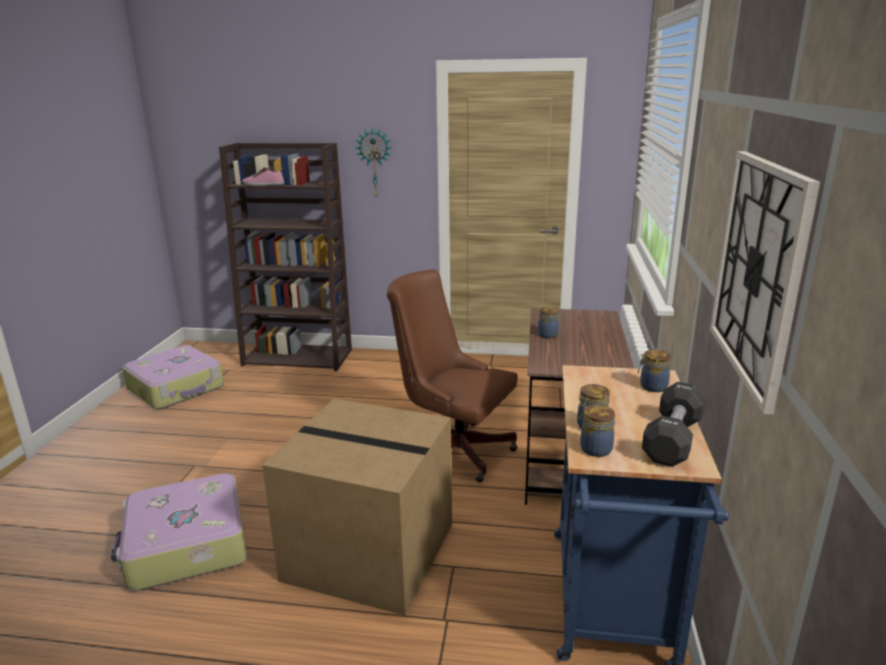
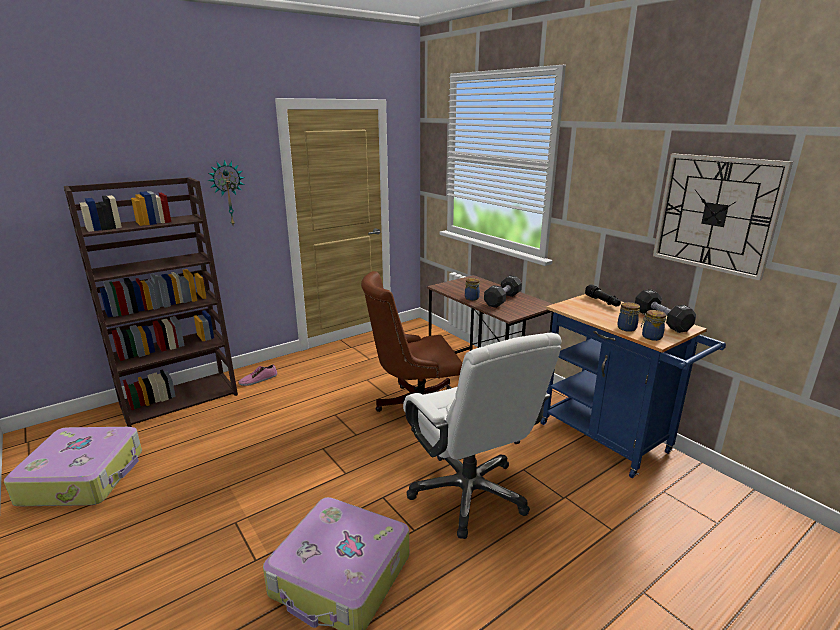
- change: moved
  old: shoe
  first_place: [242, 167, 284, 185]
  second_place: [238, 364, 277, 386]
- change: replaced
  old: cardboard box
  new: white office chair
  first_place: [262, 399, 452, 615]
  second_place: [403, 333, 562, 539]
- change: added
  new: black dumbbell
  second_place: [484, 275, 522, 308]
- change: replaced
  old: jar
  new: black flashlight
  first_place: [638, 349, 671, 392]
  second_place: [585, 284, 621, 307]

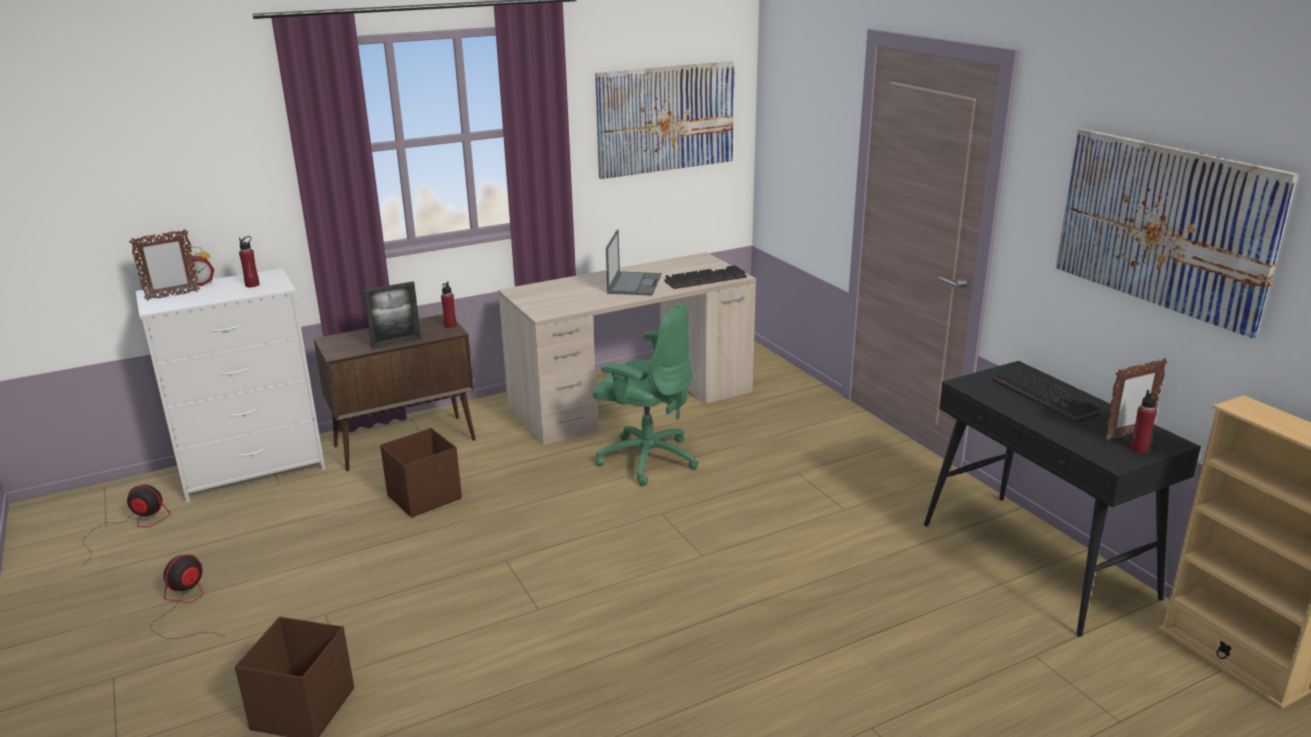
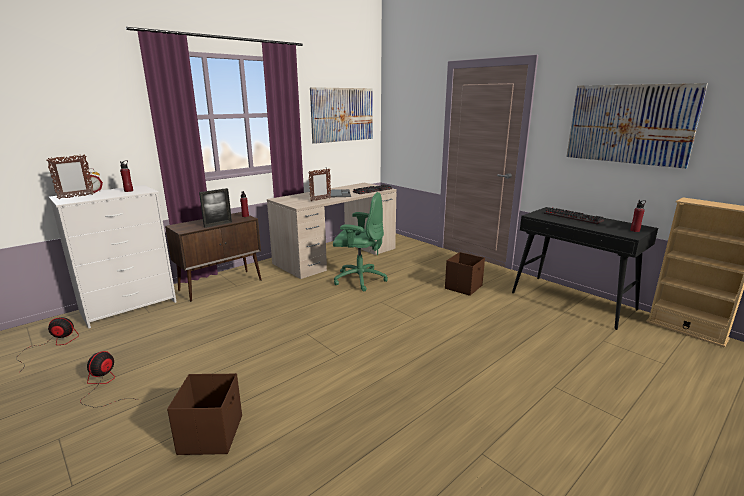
- change: moved
  old: picture frame
  first_place: [1104, 358, 1168, 441]
  second_place: [308, 169, 331, 201]
- change: moved
  old: brown storage box
  first_place: [380, 428, 462, 518]
  second_place: [445, 252, 485, 296]

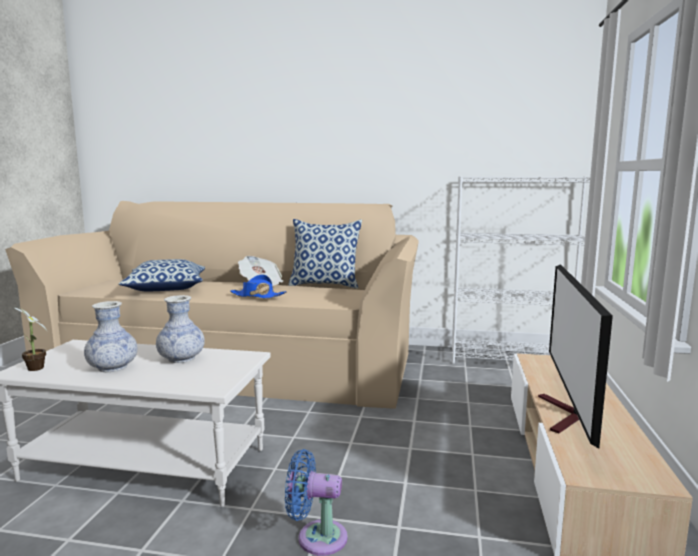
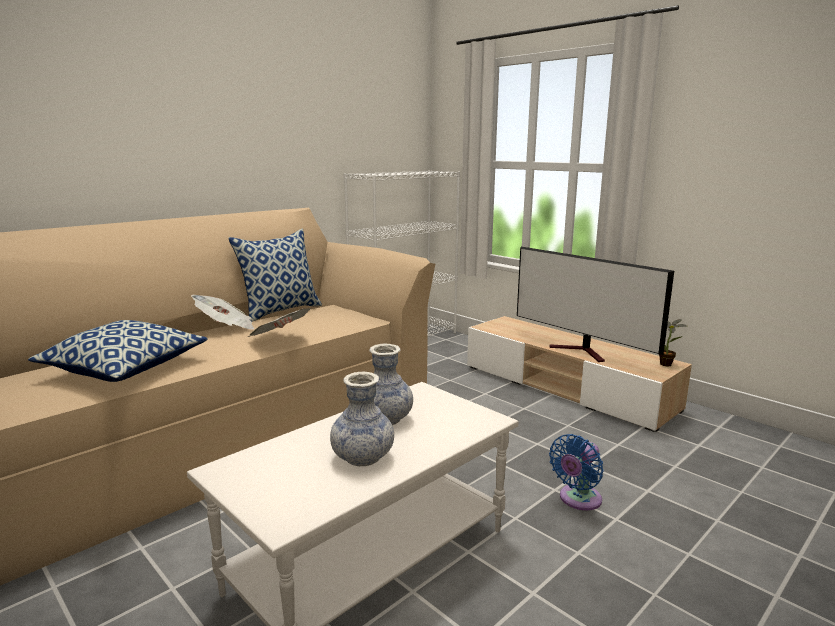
- change: replaced
  old: blue hat
  new: newspaper
  first_place: [230, 275, 287, 299]
  second_place: [247, 308, 311, 337]
- change: moved
  old: potted plant
  first_place: [13, 307, 47, 371]
  second_place: [659, 319, 687, 366]

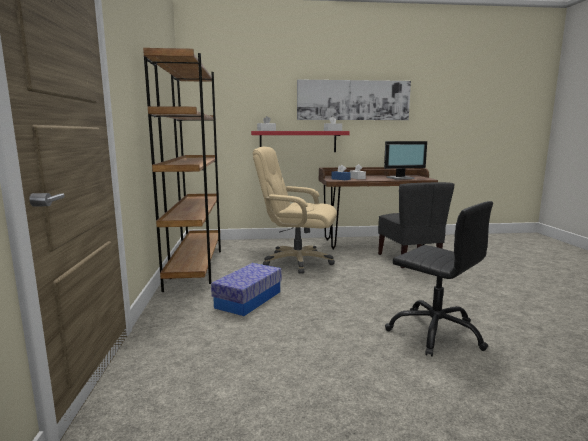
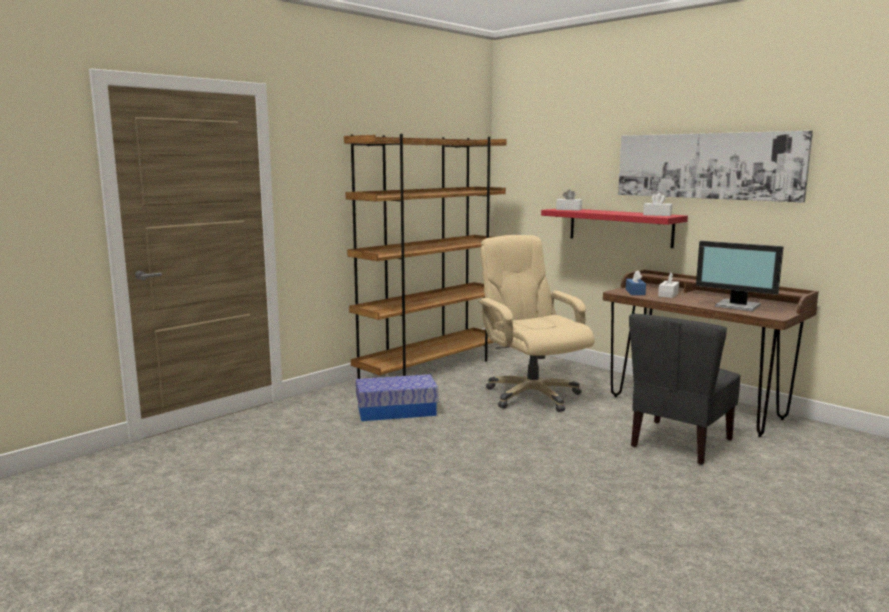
- change: removed
  old: black office chair
  first_place: [385, 201, 493, 357]

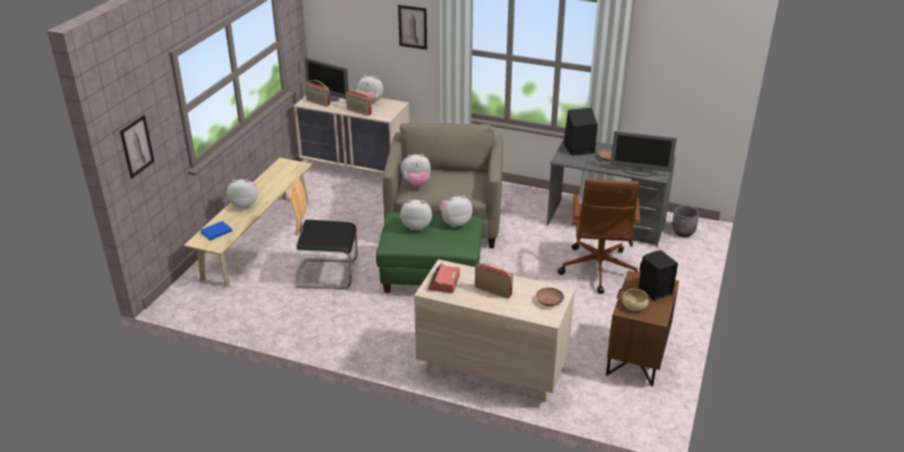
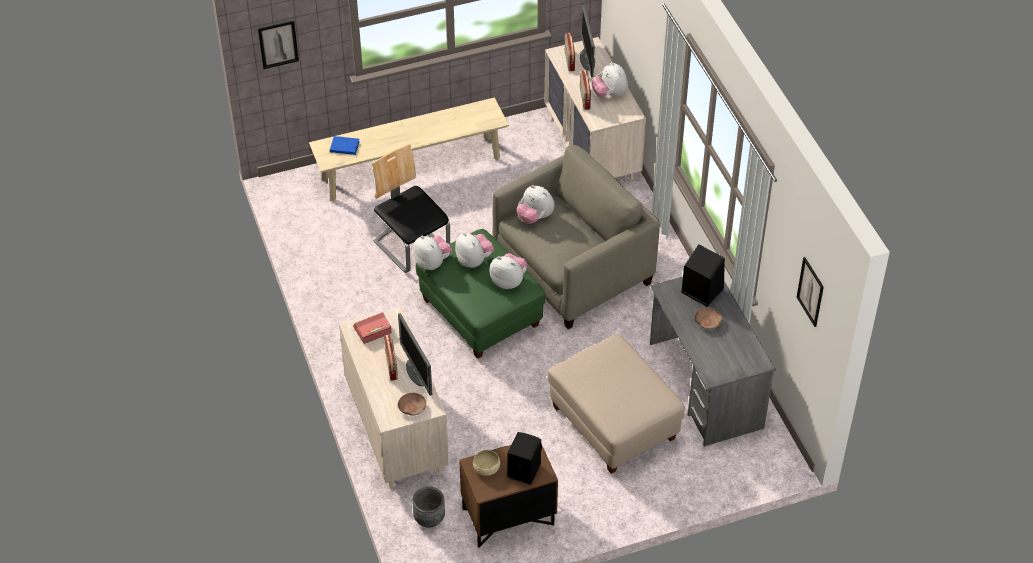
- change: moved
  old: monitor
  first_place: [611, 131, 677, 177]
  second_place: [398, 313, 432, 396]
- change: moved
  old: grey planter
  first_place: [672, 205, 699, 237]
  second_place: [412, 486, 445, 528]
- change: moved
  old: plush toy
  first_place: [227, 179, 258, 209]
  second_place: [413, 235, 452, 270]
- change: replaced
  old: brown office chair
  new: beige ottoman
  first_place: [557, 178, 640, 294]
  second_place: [547, 334, 685, 474]
- change: moved
  old: picture
  first_place: [398, 5, 427, 50]
  second_place: [797, 257, 824, 327]

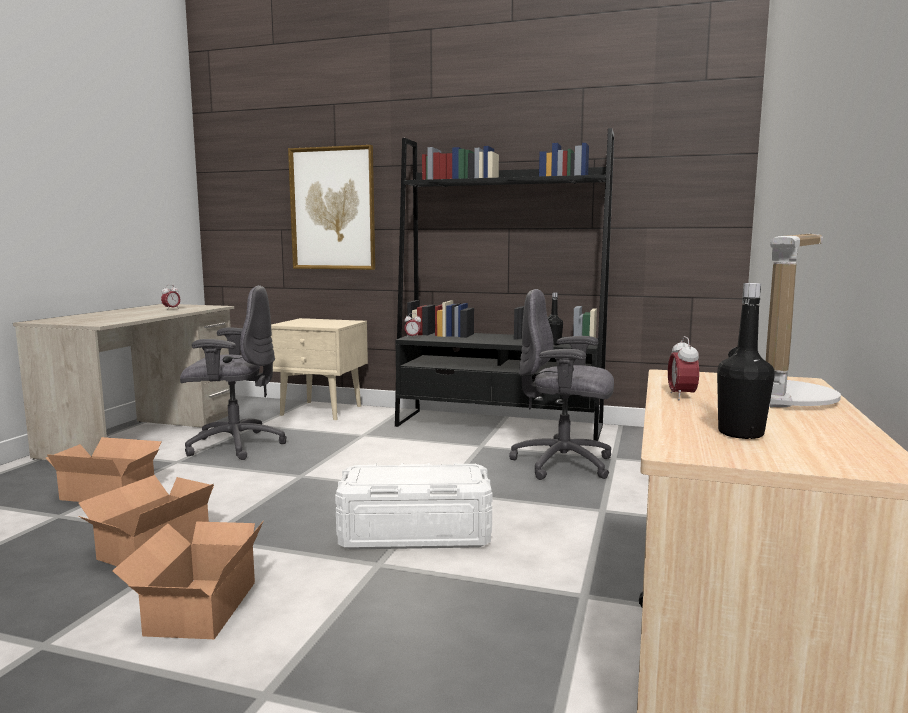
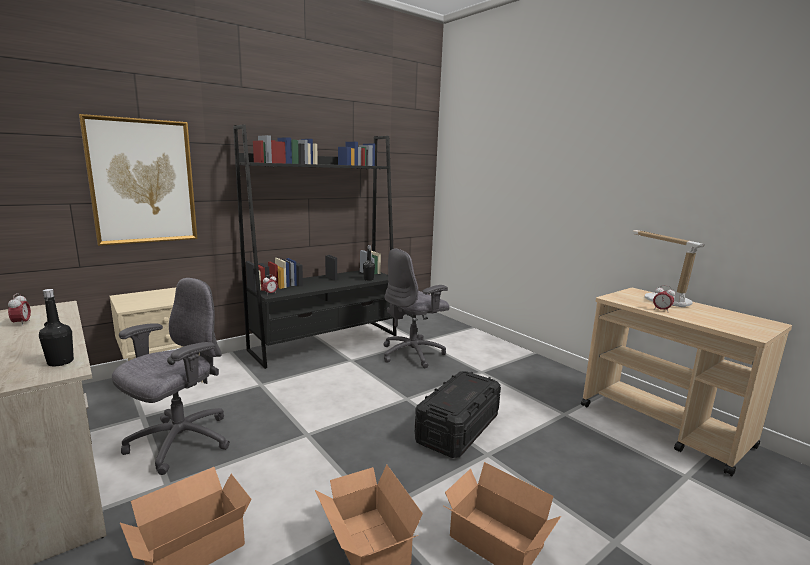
- change: moved
  old: black bottle
  first_place: [717, 283, 775, 439]
  second_place: [39, 289, 74, 366]
- change: recoloured
  old: white storage box
  new: black storage box
  first_place: [335, 463, 492, 550]
  second_place: [415, 371, 501, 458]

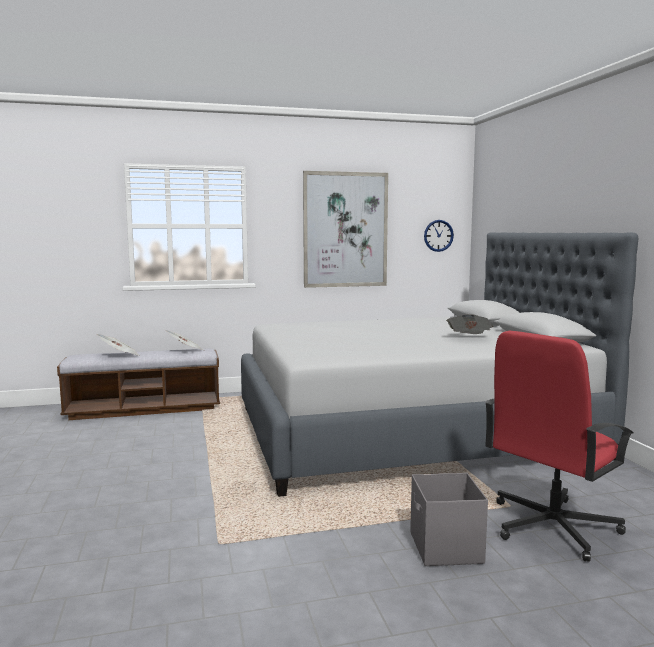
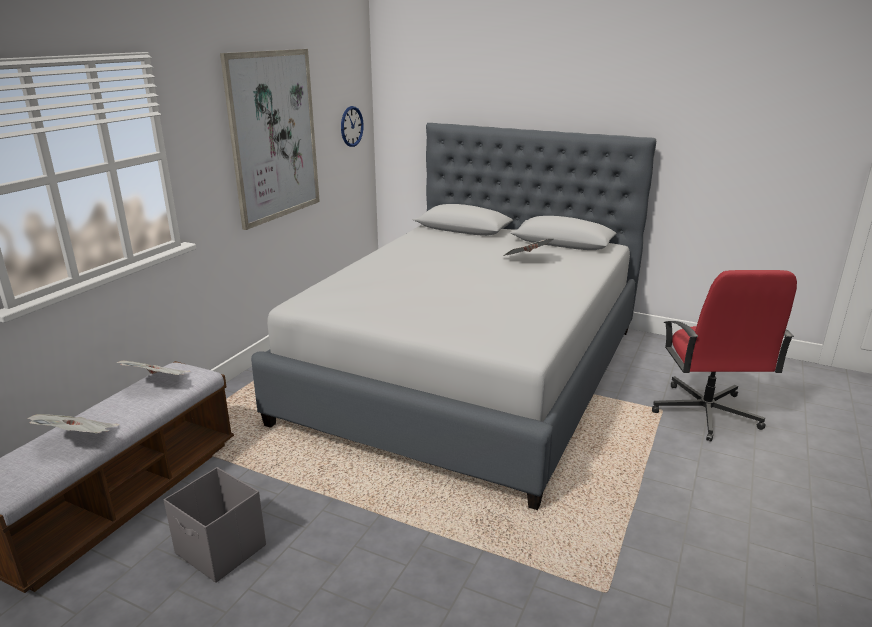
- change: moved
  old: grey storage box
  first_place: [410, 473, 488, 566]
  second_place: [164, 467, 266, 583]

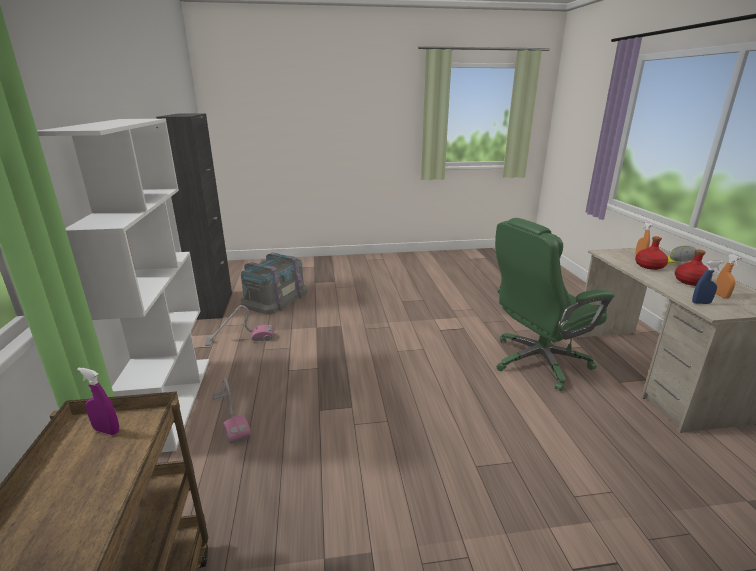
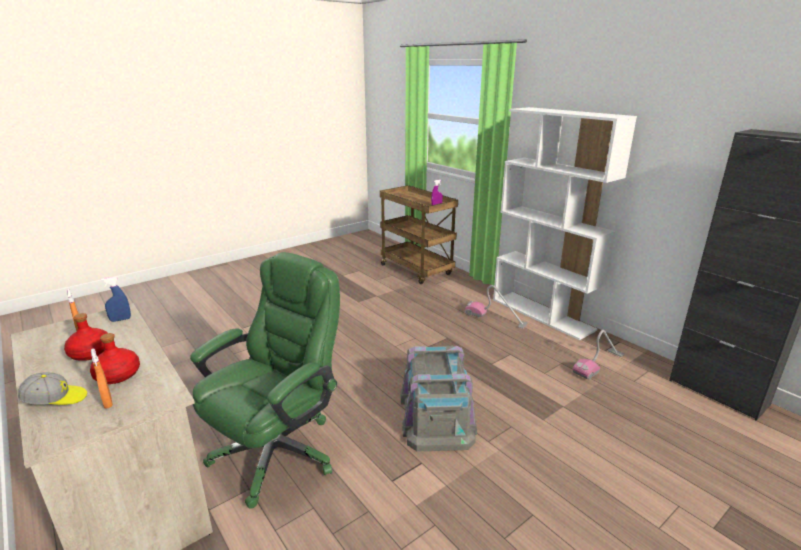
- change: moved
  old: grey storage box
  first_place: [241, 252, 308, 314]
  second_place: [401, 346, 477, 451]

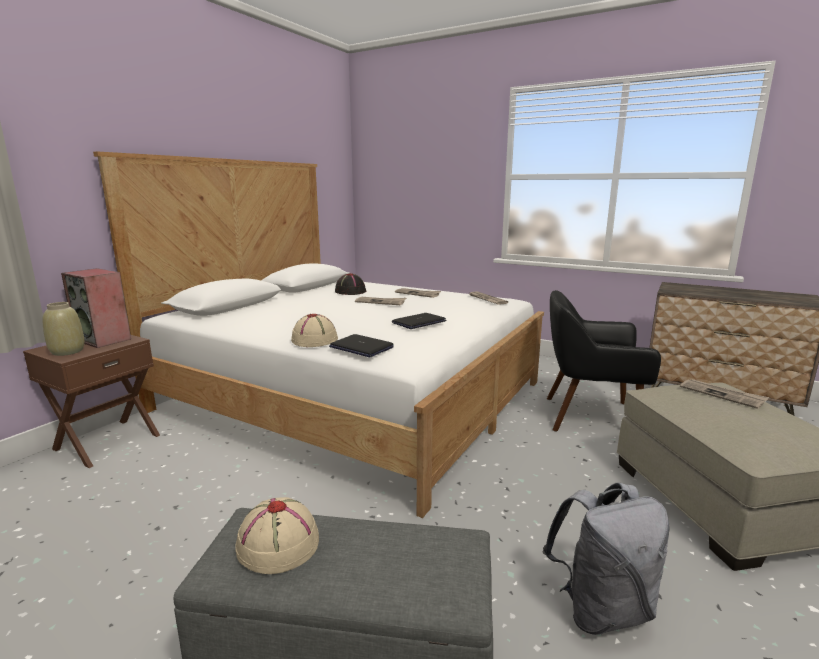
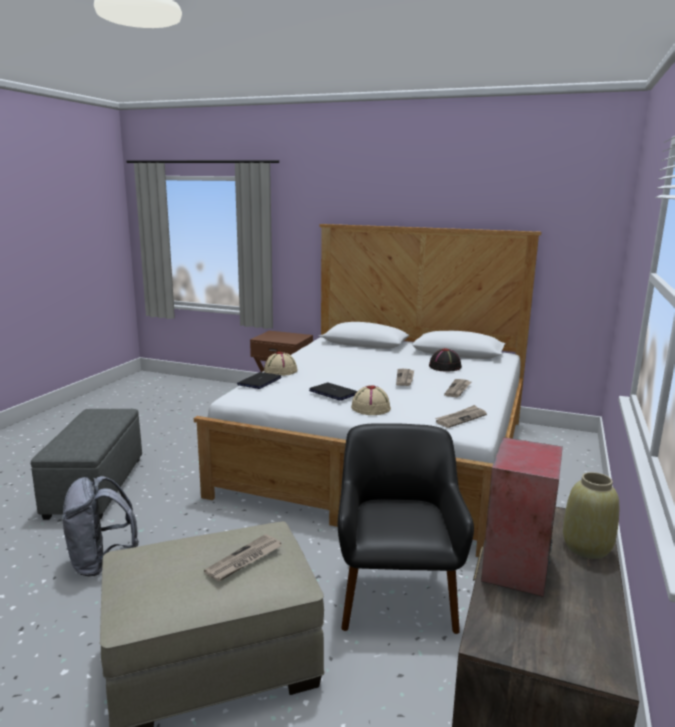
- change: moved
  old: beige hat
  first_place: [235, 497, 319, 574]
  second_place: [351, 385, 391, 415]
- change: moved
  old: speaker
  first_place: [61, 268, 131, 348]
  second_place: [481, 437, 563, 597]
- change: moved
  old: beige vase
  first_place: [43, 302, 85, 356]
  second_place: [563, 472, 619, 559]

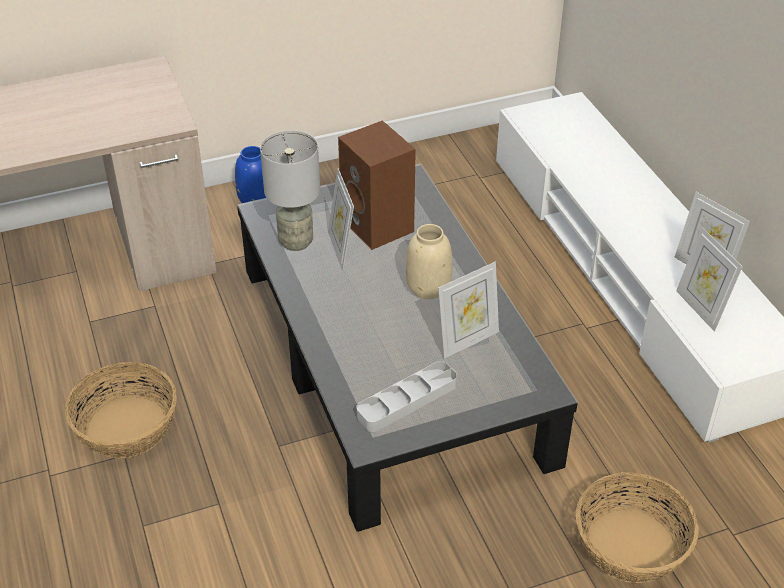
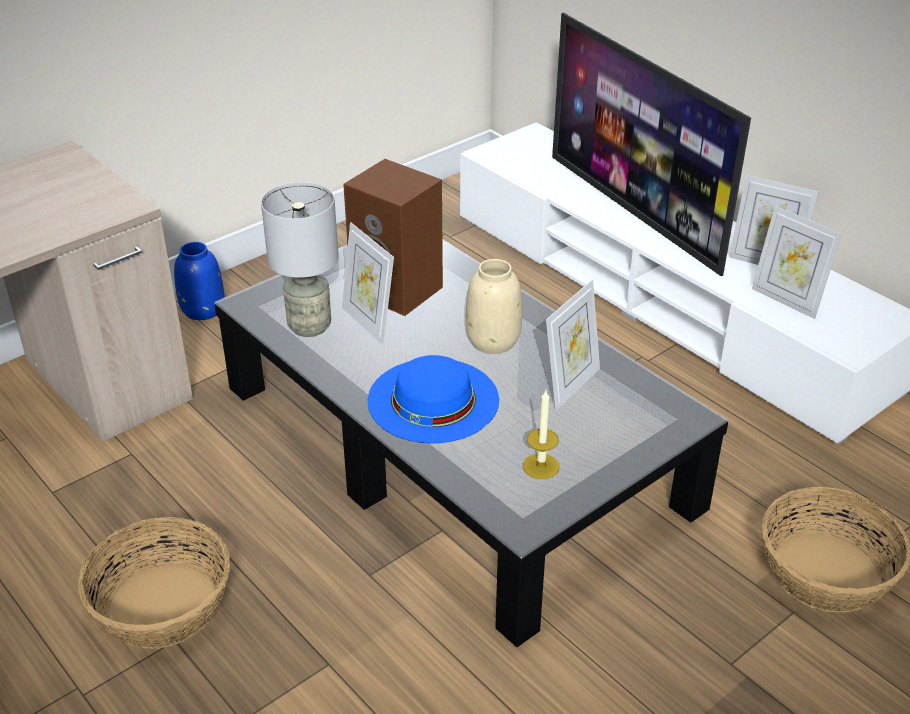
- change: added
  new: blue hat
  second_place: [368, 355, 499, 443]
- change: replaced
  old: grey tray
  new: candle
  first_place: [356, 361, 457, 432]
  second_place: [523, 391, 560, 479]
- change: added
  new: television
  second_place: [552, 12, 751, 276]

